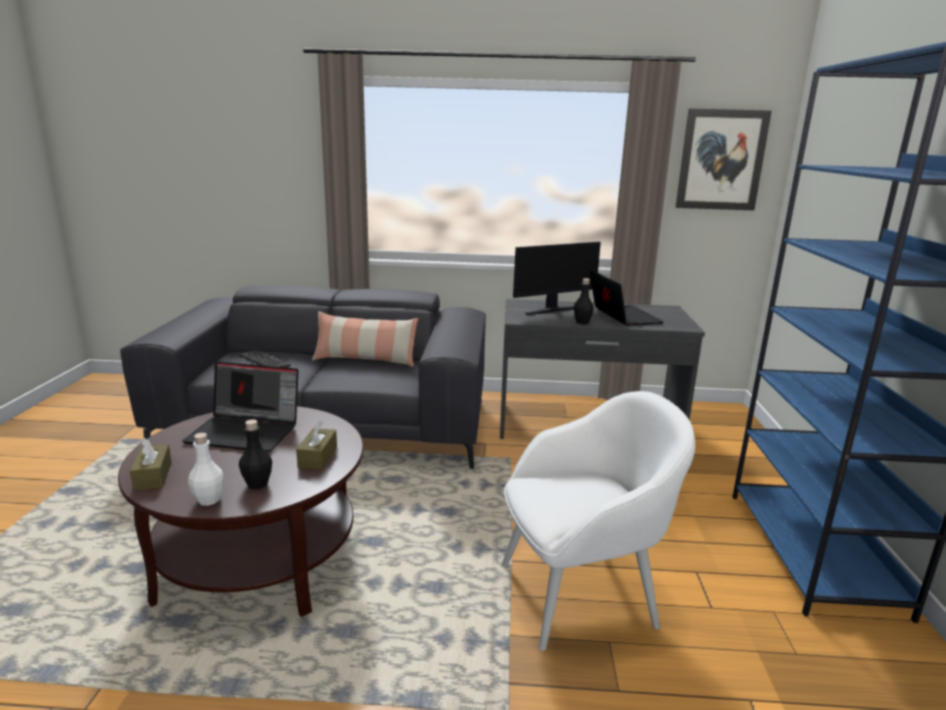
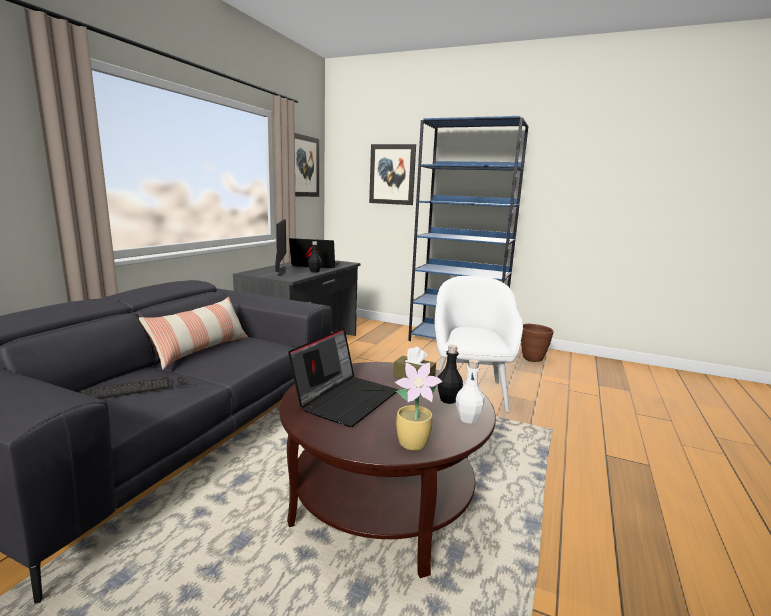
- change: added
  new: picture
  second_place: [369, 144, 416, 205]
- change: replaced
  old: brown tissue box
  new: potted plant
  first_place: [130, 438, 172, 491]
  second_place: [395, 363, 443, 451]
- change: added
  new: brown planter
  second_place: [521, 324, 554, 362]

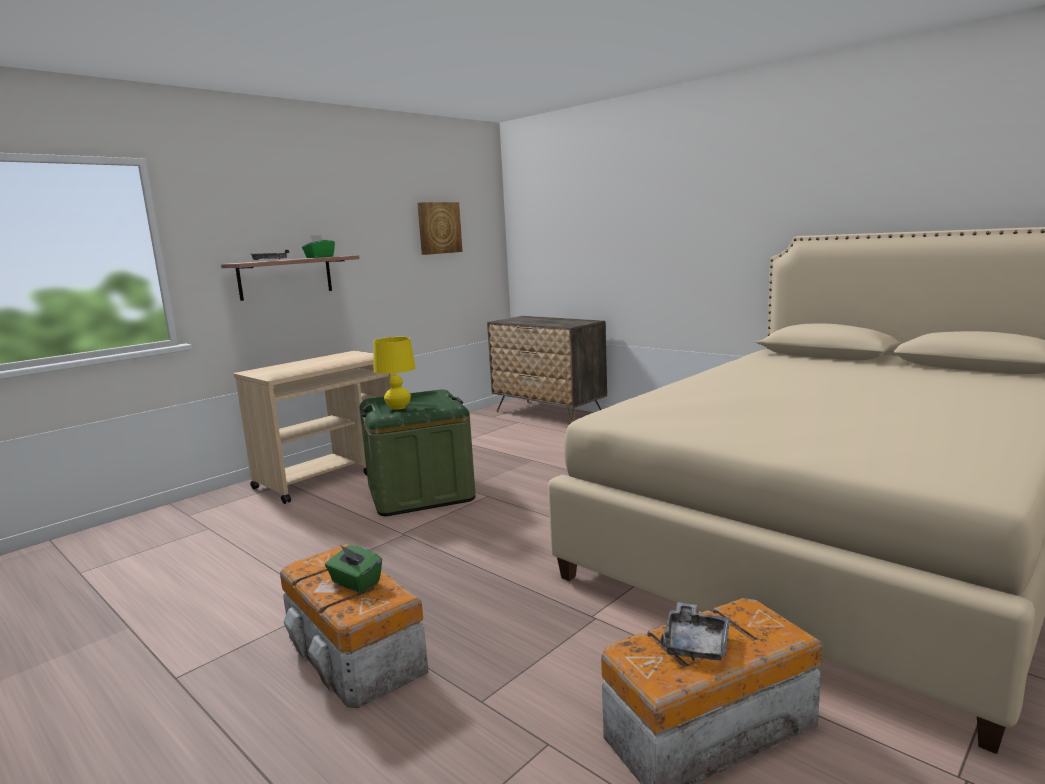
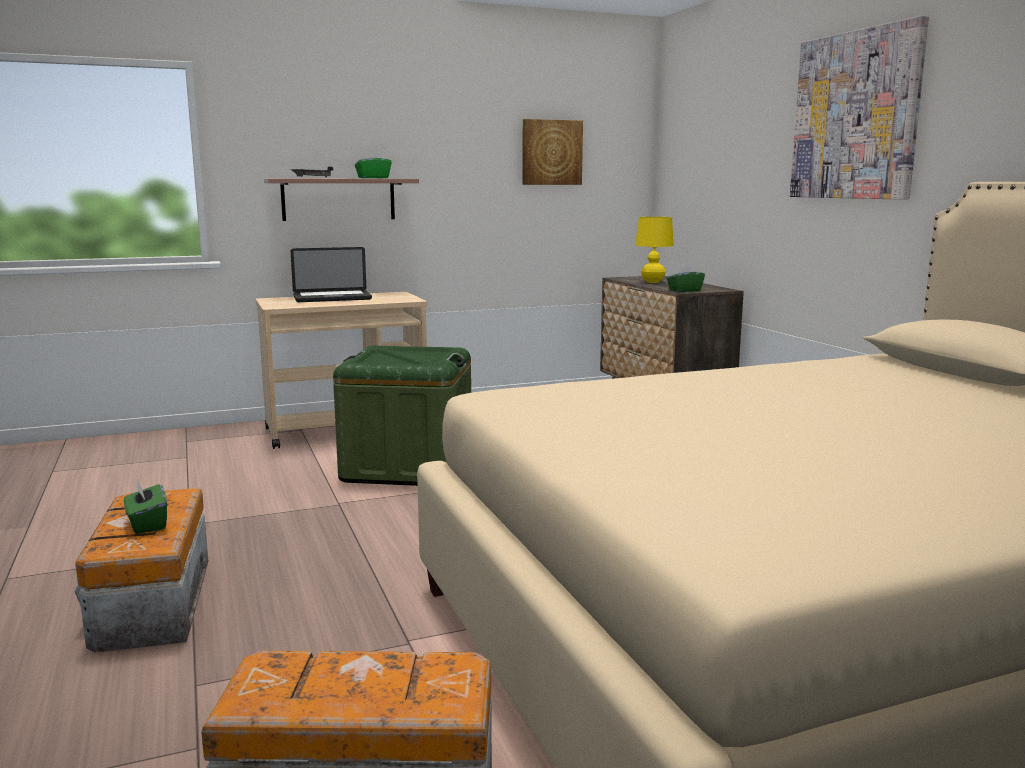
- change: added
  new: laptop
  second_place: [290, 247, 372, 302]
- change: moved
  old: yellow table lamp
  first_place: [373, 337, 416, 410]
  second_place: [635, 217, 674, 283]
- change: added
  new: green tissue box
  second_place: [667, 264, 705, 292]
- change: added
  new: picture
  second_place: [790, 16, 929, 200]
- change: removed
  old: grey tray
  first_place: [661, 602, 730, 660]

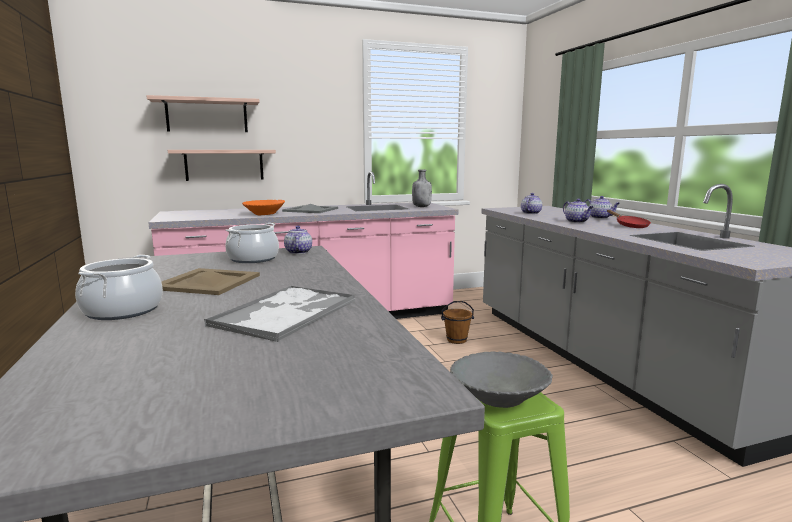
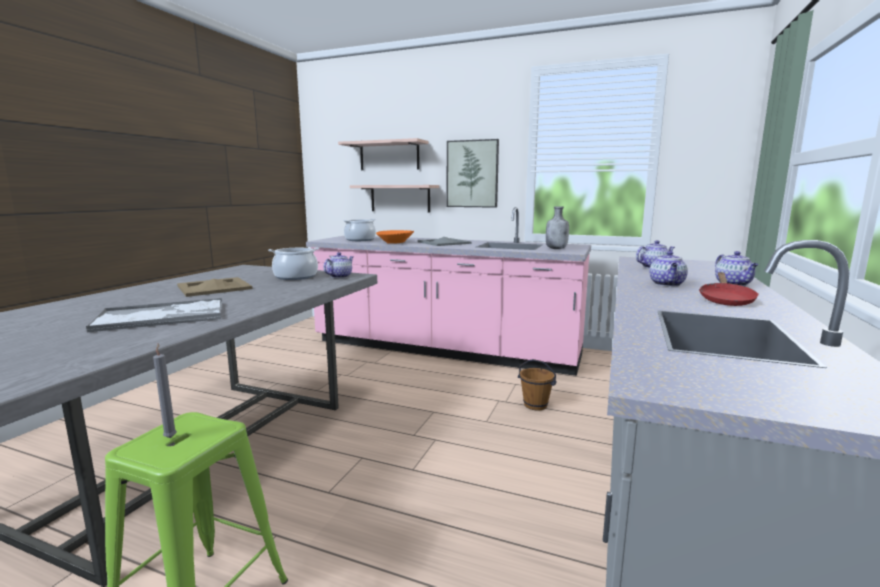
- change: replaced
  old: grey bowl
  new: grey candle
  first_place: [450, 351, 553, 408]
  second_place: [153, 343, 177, 438]
- change: moved
  old: cooking pot
  first_place: [75, 255, 163, 320]
  second_place: [343, 219, 376, 241]
- change: added
  new: picture
  second_place: [447, 139, 499, 208]

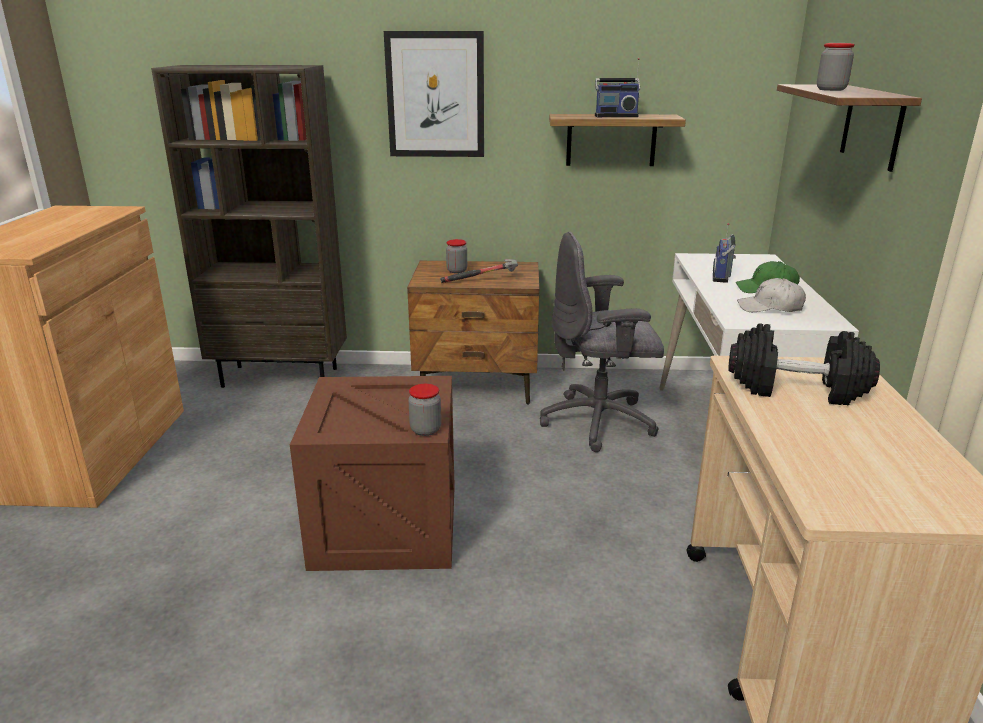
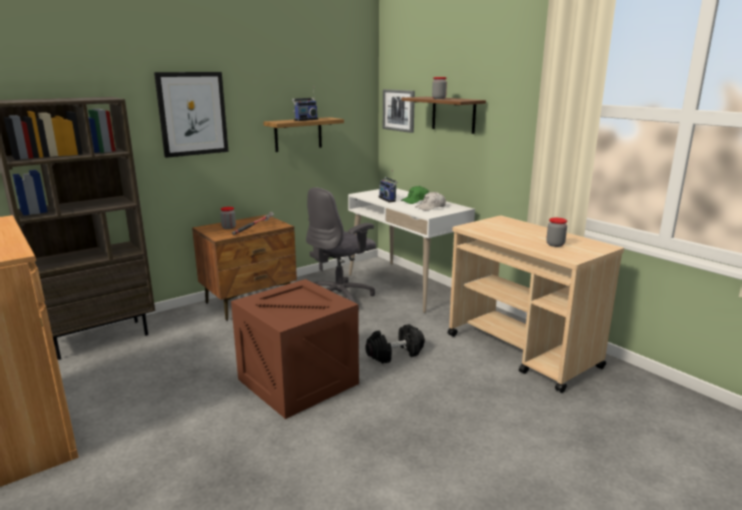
- change: moved
  old: black dumbbell
  first_place: [728, 323, 880, 406]
  second_place: [365, 324, 425, 364]
- change: added
  new: picture
  second_place: [383, 89, 415, 133]
- change: moved
  old: jar
  first_place: [408, 384, 441, 436]
  second_place: [546, 218, 567, 247]

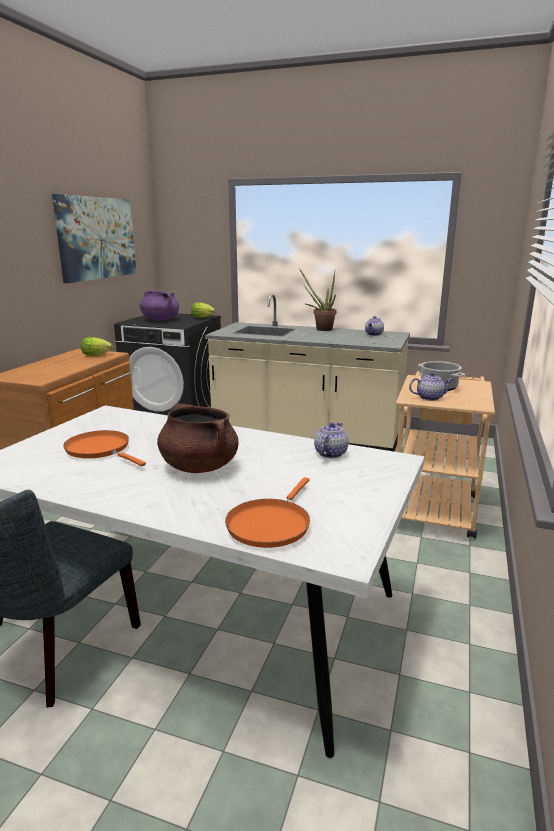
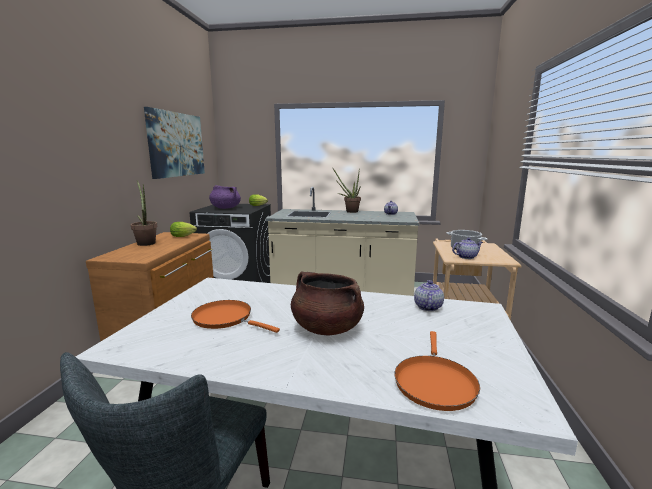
- change: added
  new: potted plant
  second_place: [131, 180, 158, 246]

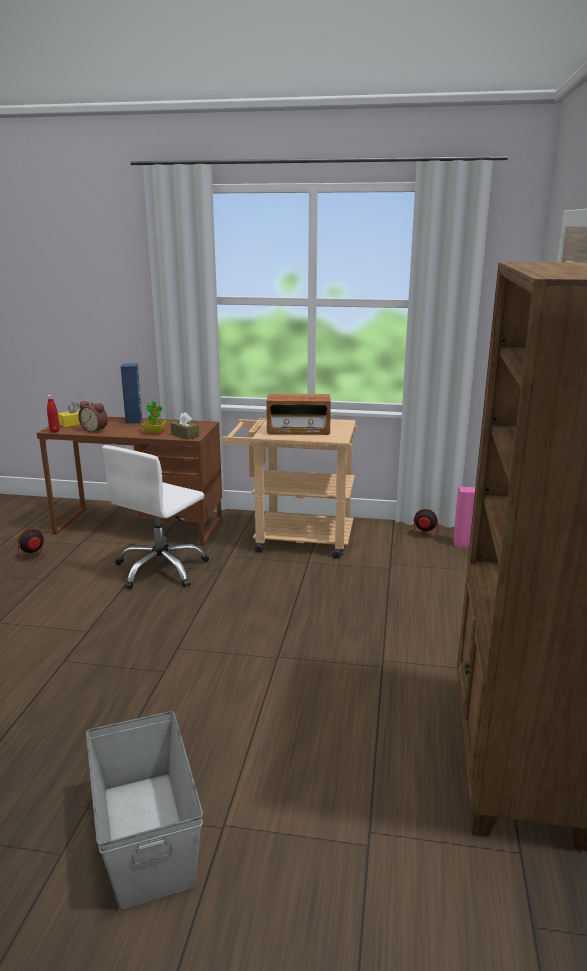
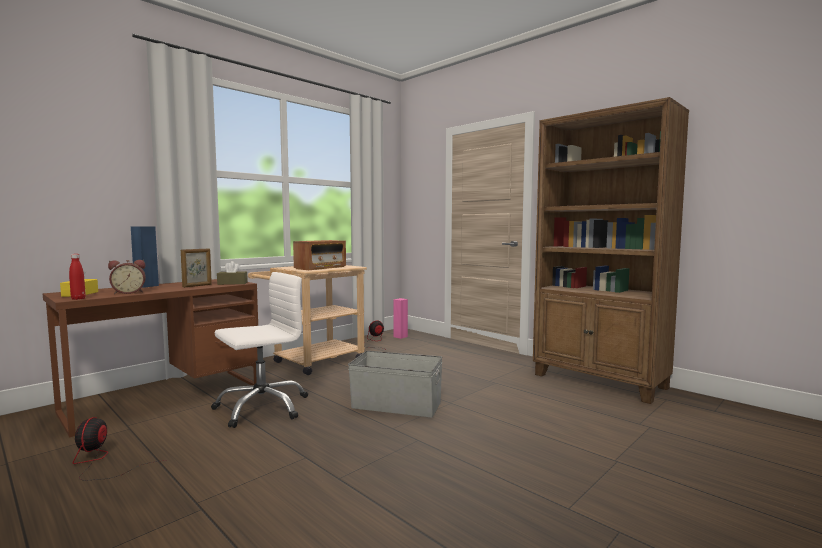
- change: replaced
  old: potted plant
  new: picture frame
  first_place: [142, 401, 167, 433]
  second_place: [181, 249, 212, 287]
- change: turned
  old: white office chair
  first_place: [102, 445, 209, 590]
  second_place: [211, 272, 308, 428]
  degrees: -105
- change: moved
  old: grey storage box
  first_place: [86, 711, 203, 910]
  second_place: [348, 351, 443, 417]

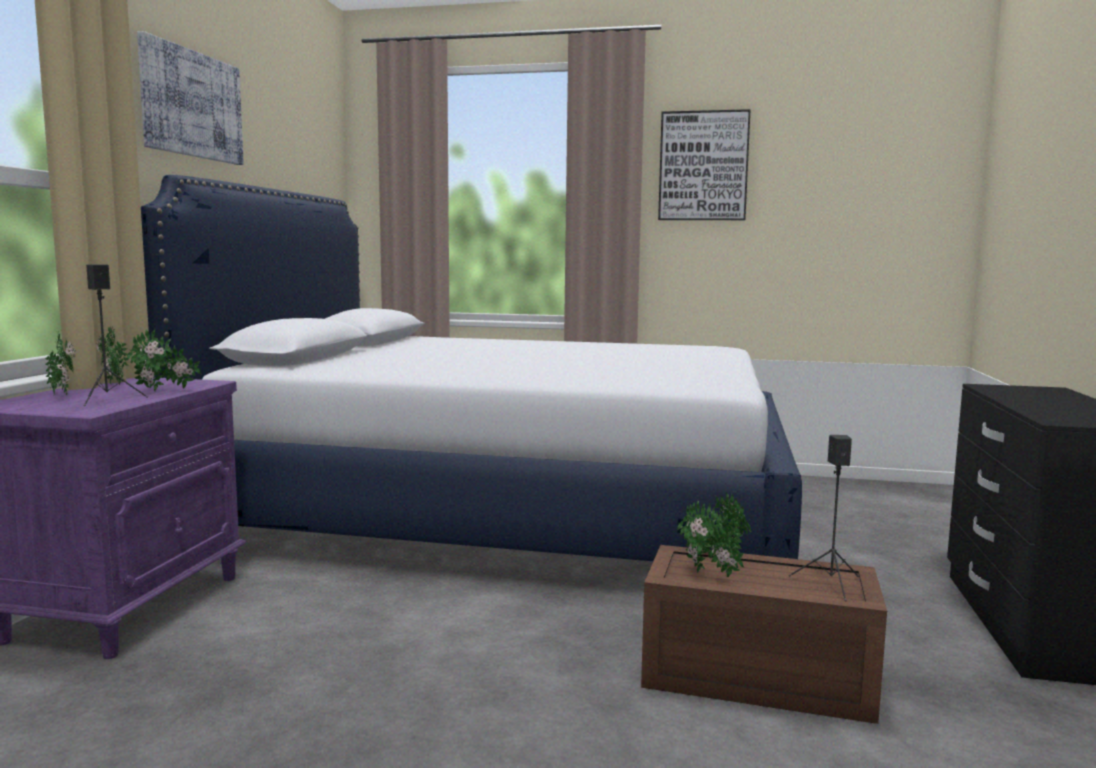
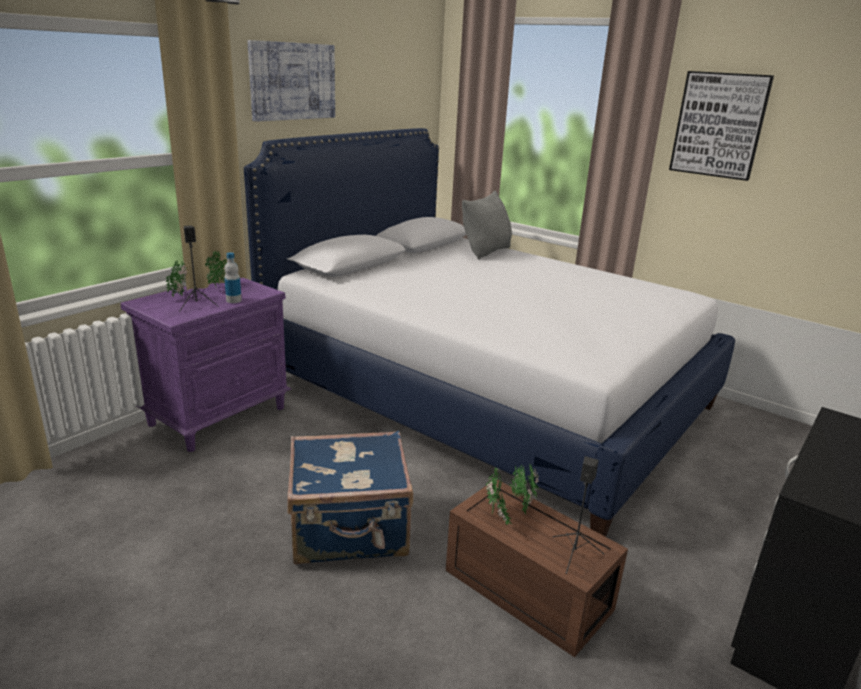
- change: replaced
  old: potted plant
  new: bottle
  first_place: [127, 329, 201, 392]
  second_place: [224, 252, 242, 303]
- change: added
  new: blue suitcase
  second_place: [287, 430, 413, 565]
- change: added
  new: grey pillow
  second_place: [462, 191, 512, 259]

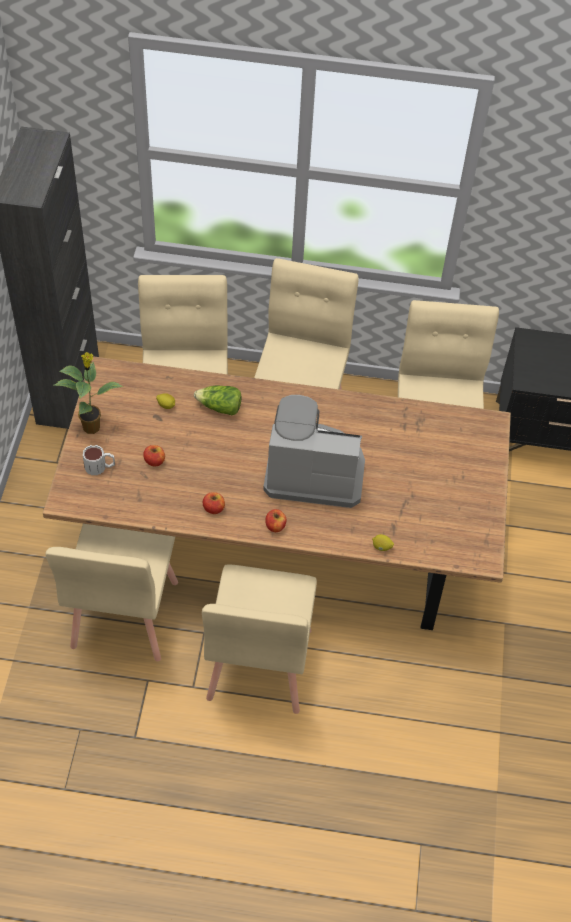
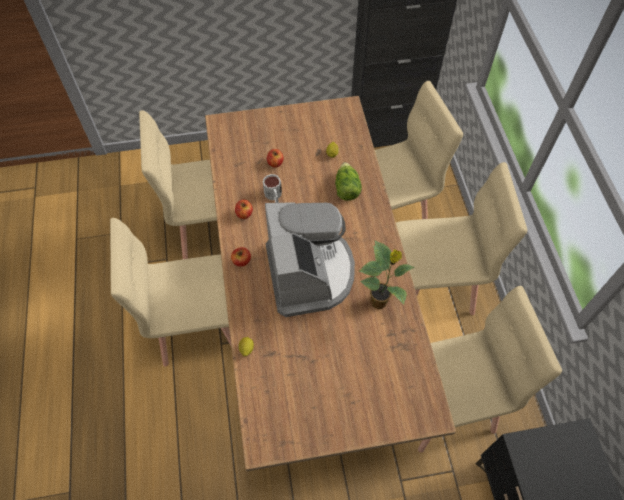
- change: moved
  old: mug
  first_place: [83, 445, 115, 475]
  second_place: [263, 174, 282, 203]
- change: moved
  old: potted plant
  first_place: [54, 352, 123, 434]
  second_place: [359, 240, 415, 309]

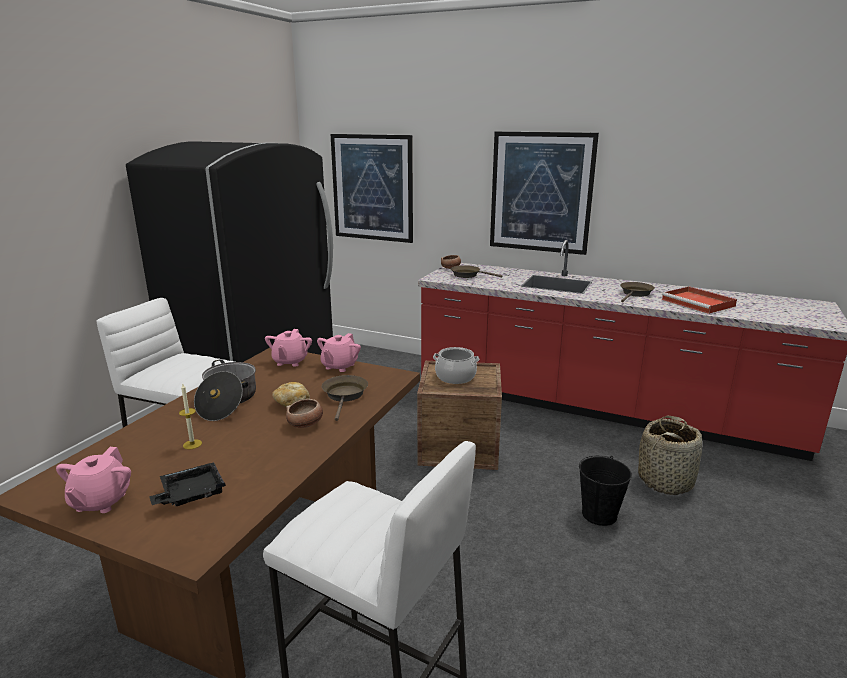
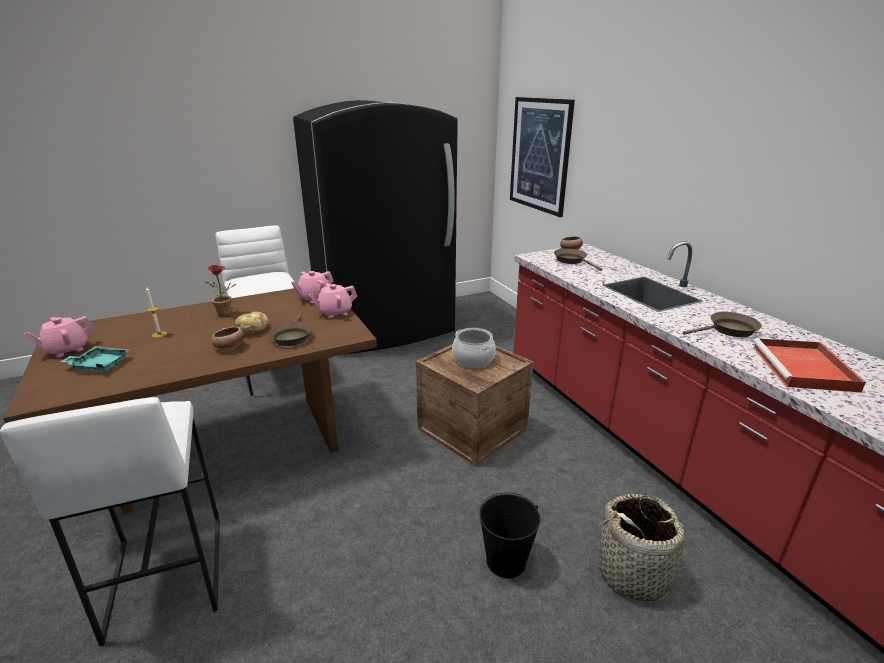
- change: recoloured
  old: black tray
  new: turquoise tray
  first_place: [149, 462, 226, 506]
  second_place: [60, 346, 129, 372]
- change: replaced
  old: cooking pot
  new: potted plant
  first_place: [194, 359, 256, 421]
  second_place: [205, 265, 236, 317]
- change: turned
  old: brown frying pan
  first_place: [322, 375, 368, 421]
  second_place: [269, 314, 312, 346]
  degrees: 135
- change: removed
  old: picture
  first_place: [490, 131, 599, 255]

